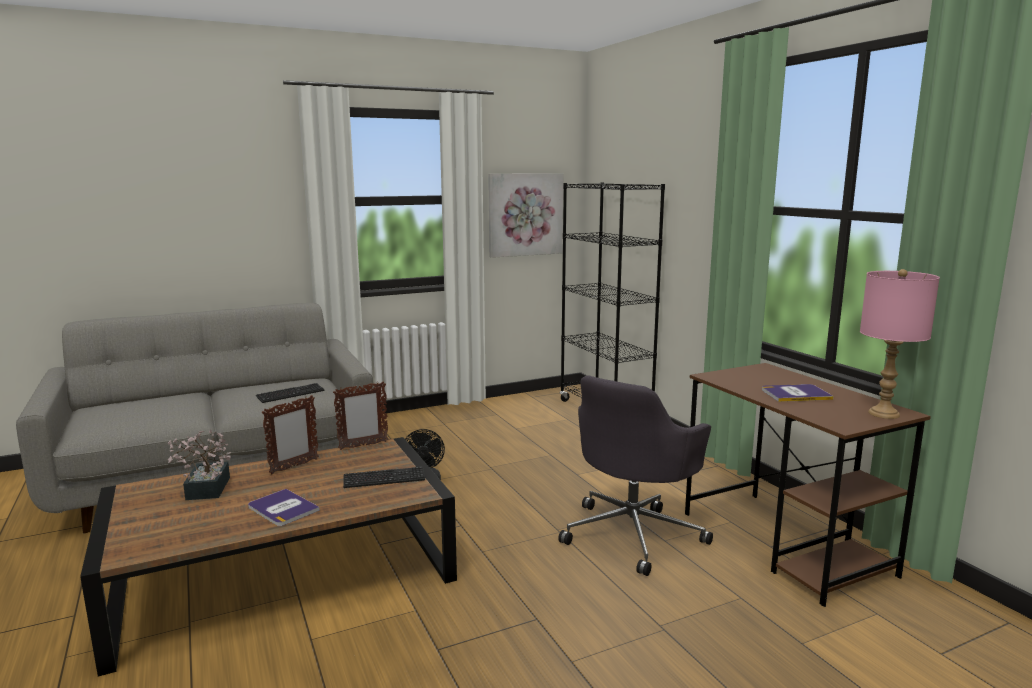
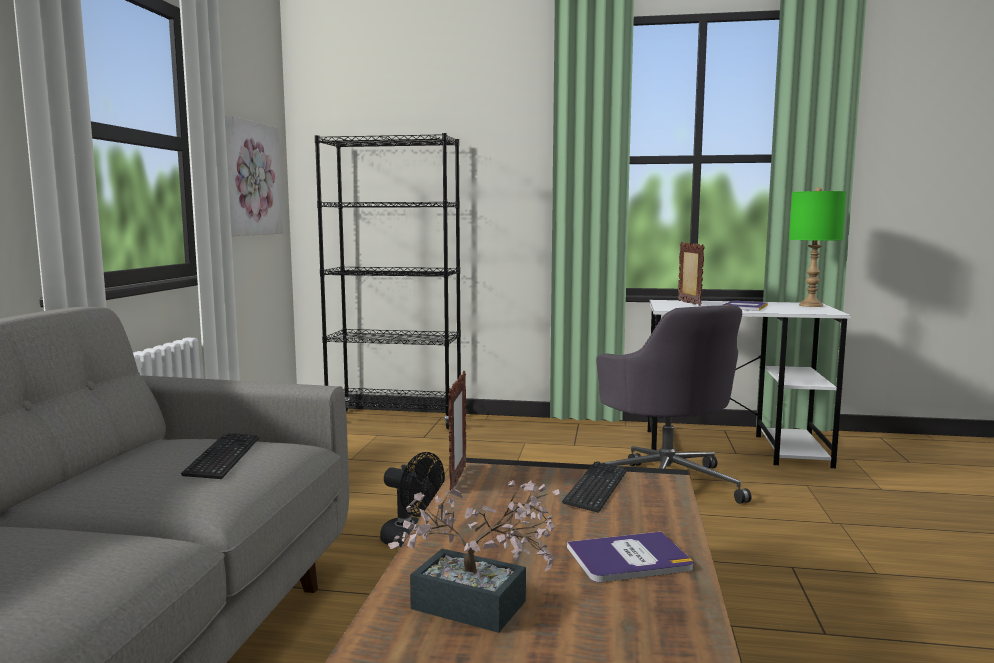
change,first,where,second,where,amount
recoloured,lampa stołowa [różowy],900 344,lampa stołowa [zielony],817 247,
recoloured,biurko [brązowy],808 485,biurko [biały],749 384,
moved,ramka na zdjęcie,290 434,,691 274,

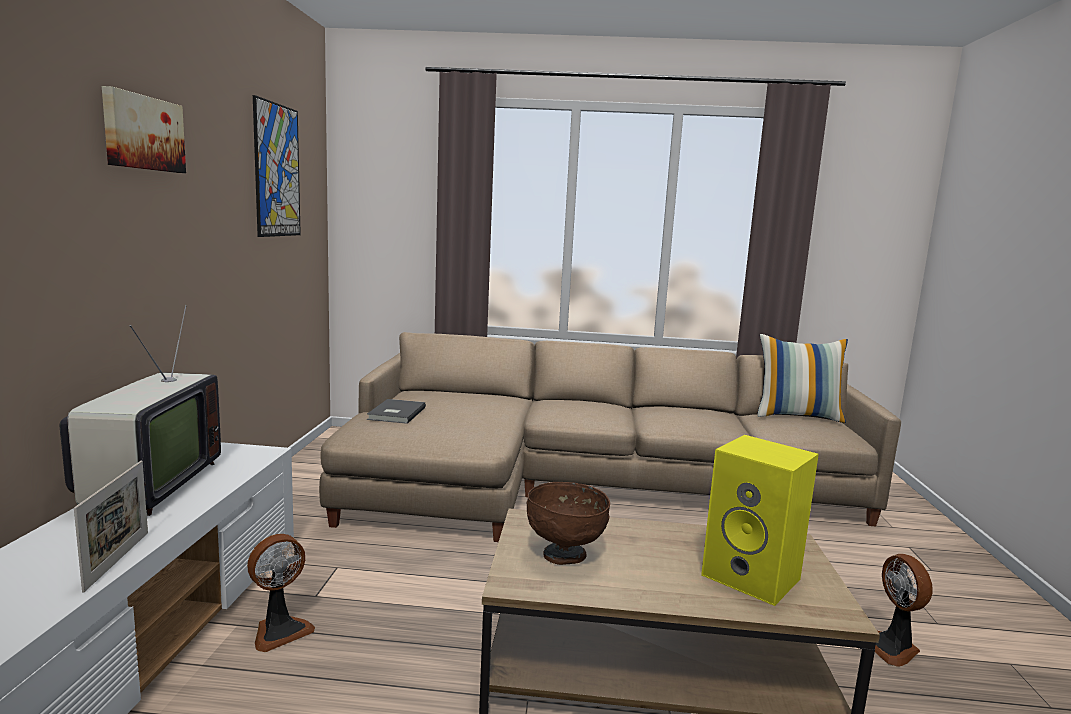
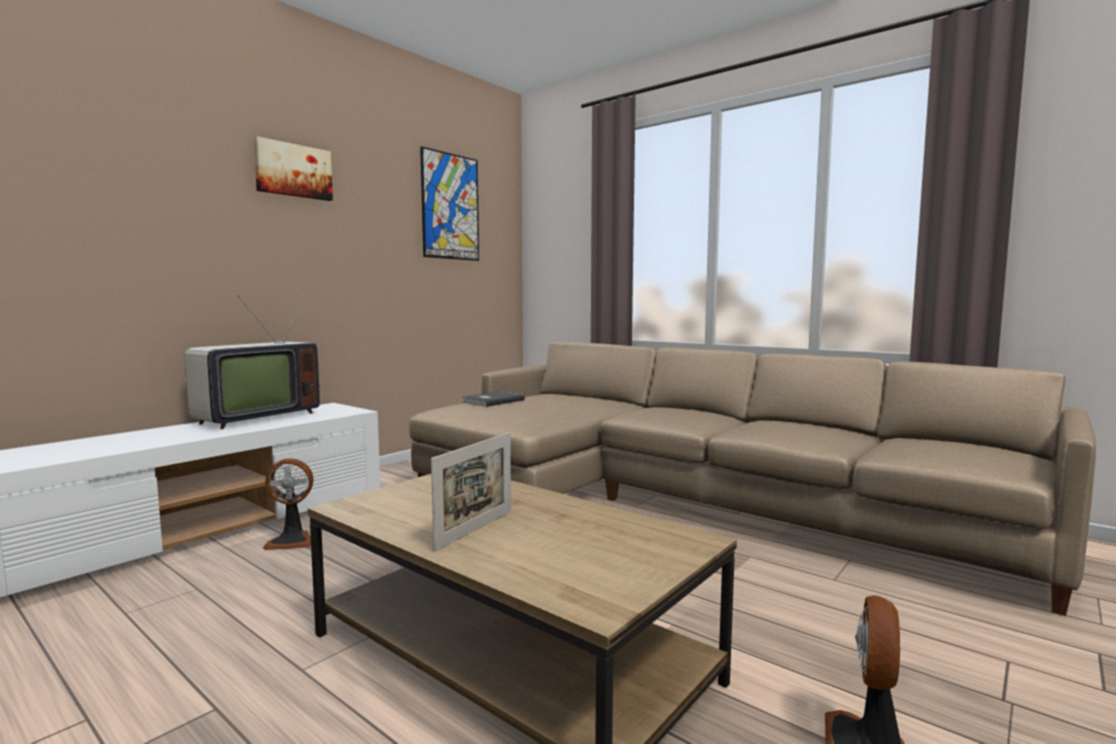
change,first,where,second,where,amount
removed,poduszka,802 378,,,
removed,głośnik [żółty],760 520,,,
moved,ramka na zdjęcie,111 527,,471 492,
removed,miska [brązowy],568 523,,,

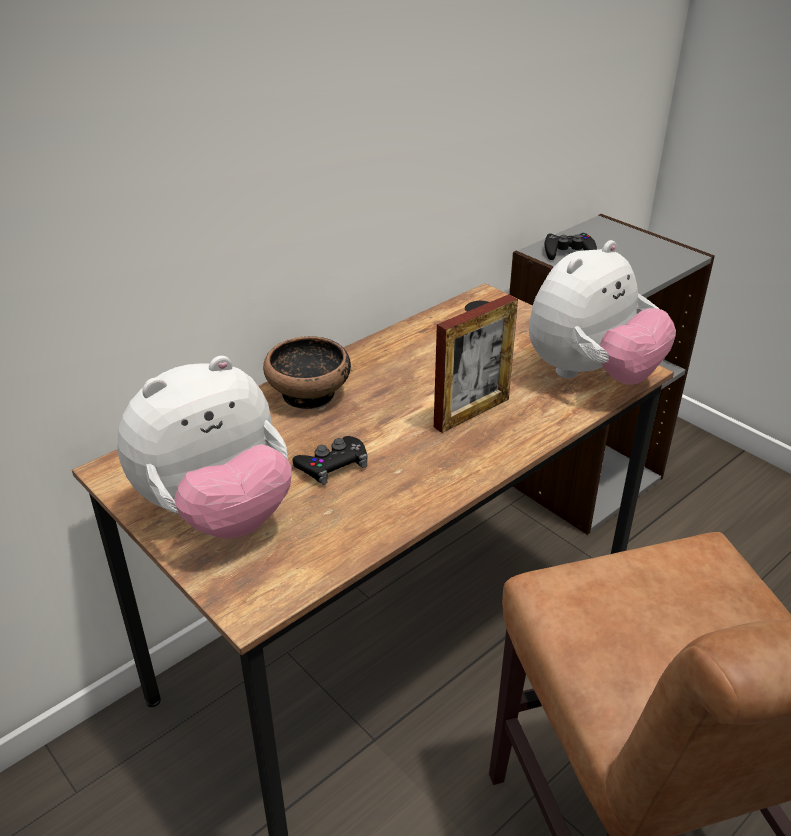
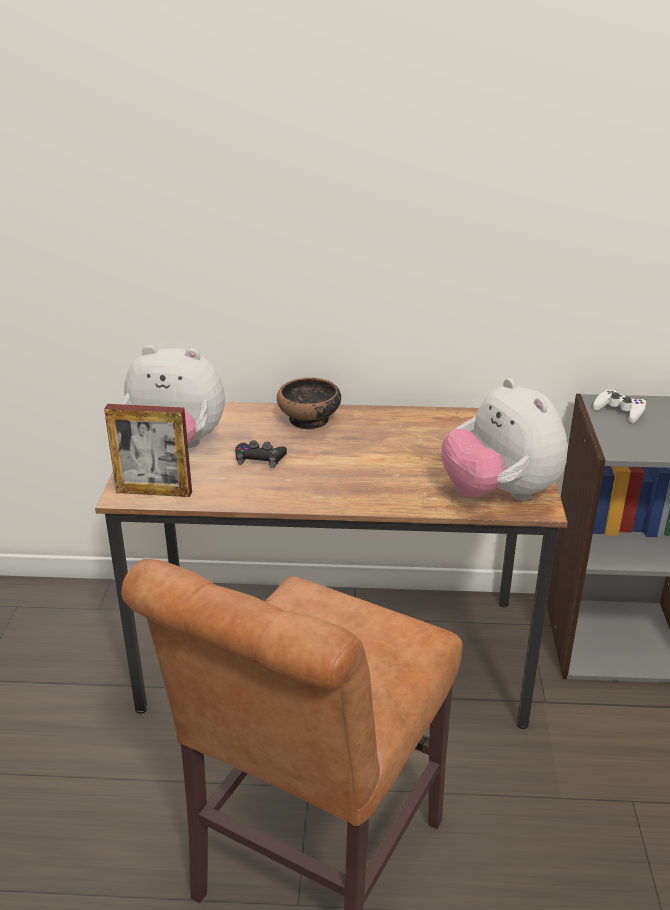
change,first,where,second,where,amount
recoloured,pad do gier [czarny],570 246,pad do gier [biały],619 406,
turned,pluszak,602 312,,504 439,60 degrees clockwise
moved,ramka na zdjęcie,476 363,,148 450,

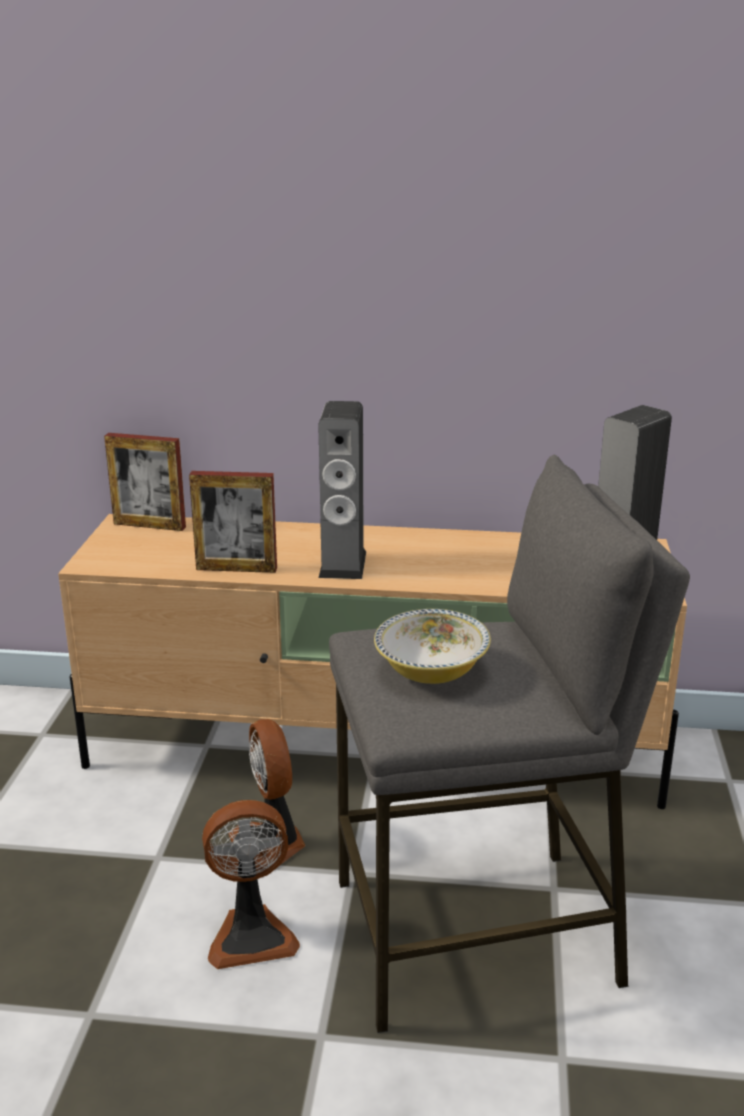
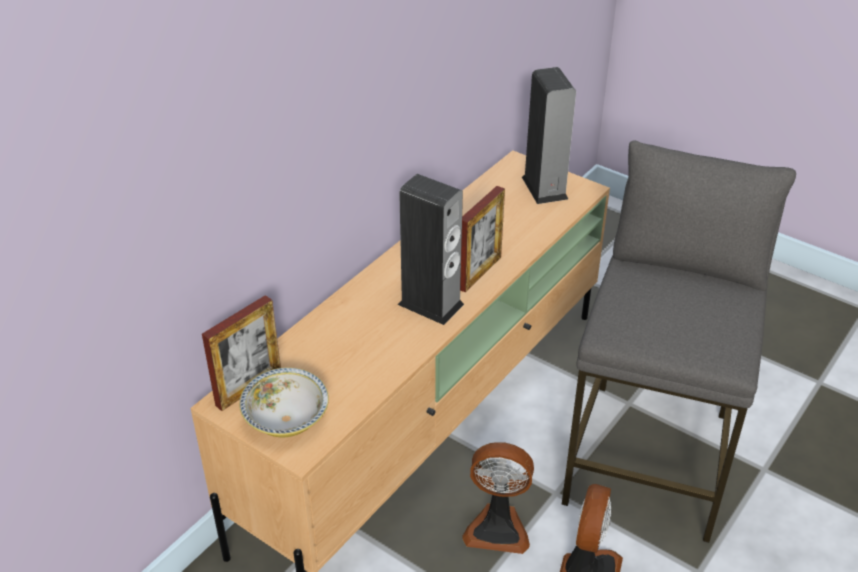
change,first,where,second,where,amount
moved,ramka na zdjęcie,233 522,,482 239,
moved,miska,432 646,,284 402,

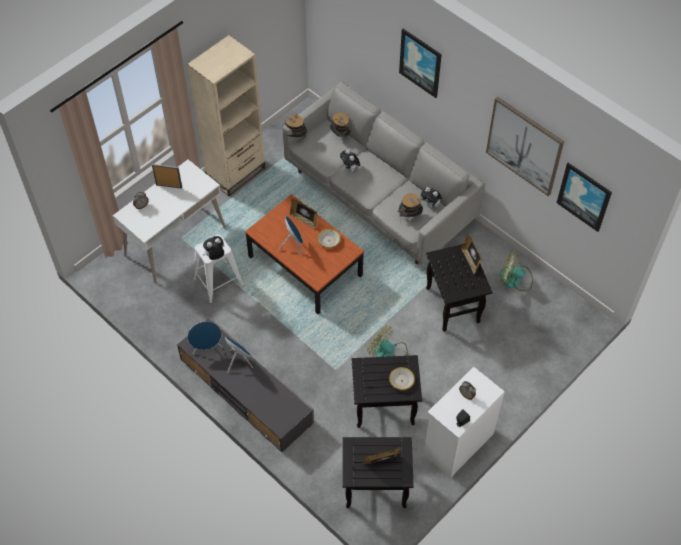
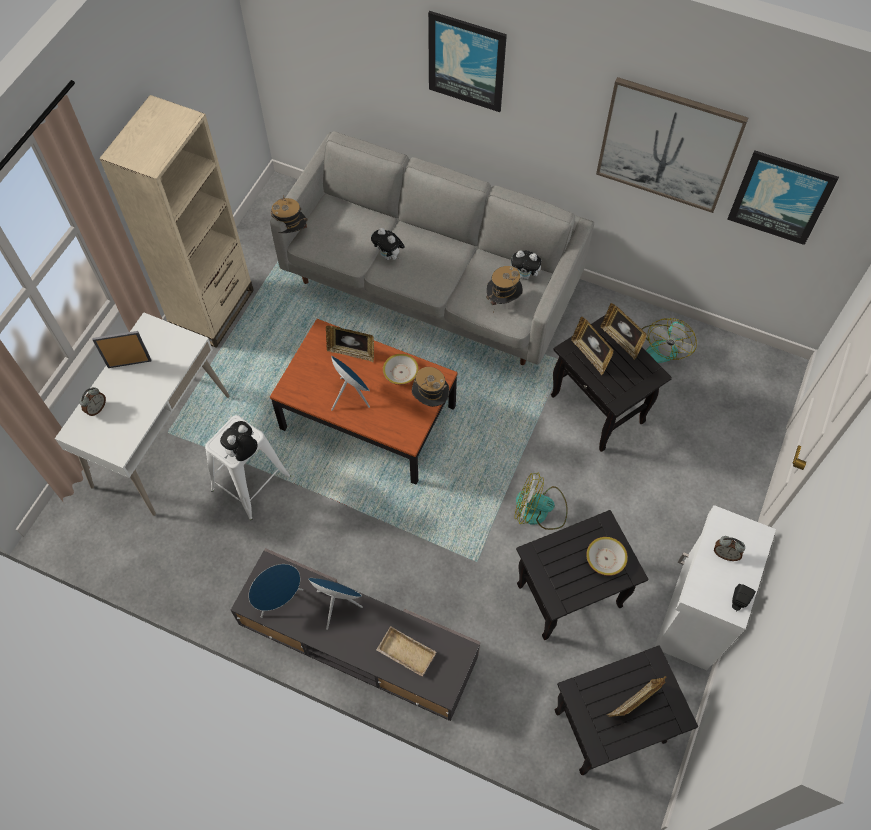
change,first,where,second,where,amount
moved,kapelusz,340 124,,430 387,
turned,wentylator,516 271,,669 340,60 degrees counterclockwise
added,,,ramka na zdjęcie,592 346,
added,,,taca [beżowy],406 651,

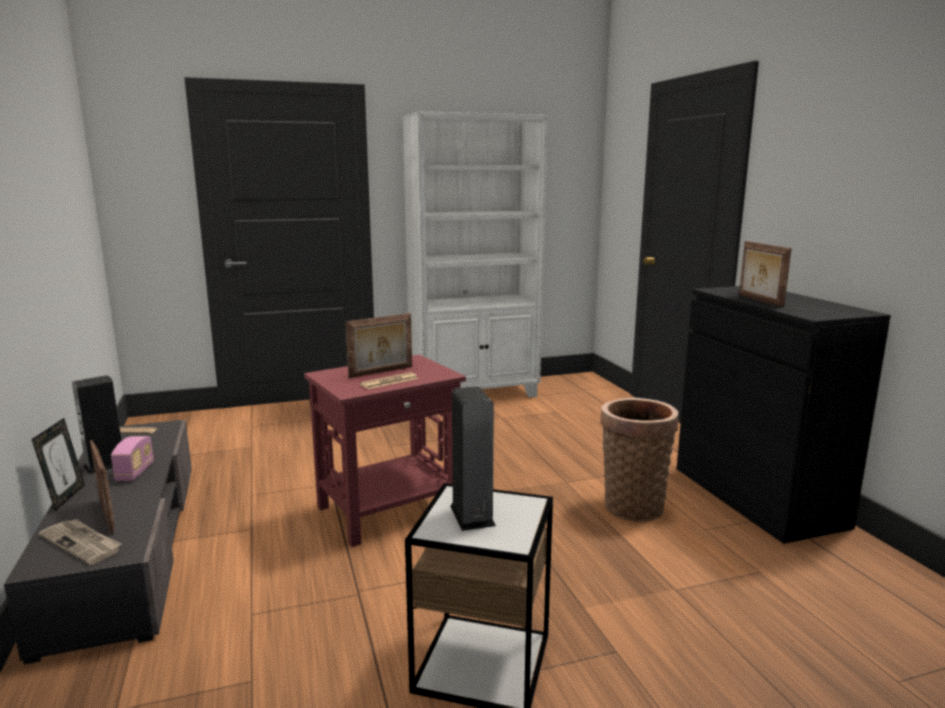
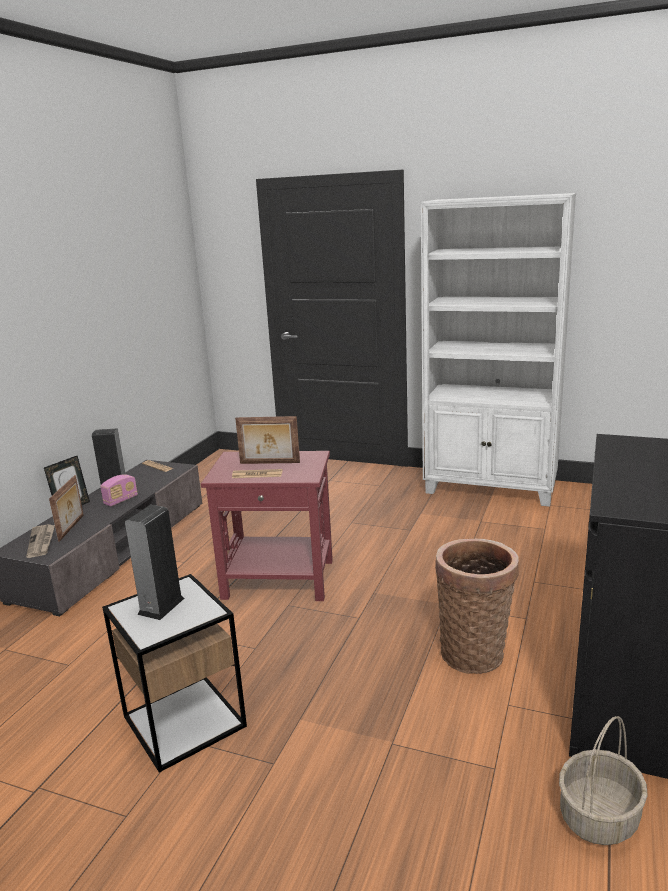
change,first,where,second,where,amount
removed,ramka na zdjęcie,765 274,,,
added,,,koszyk,603 780,

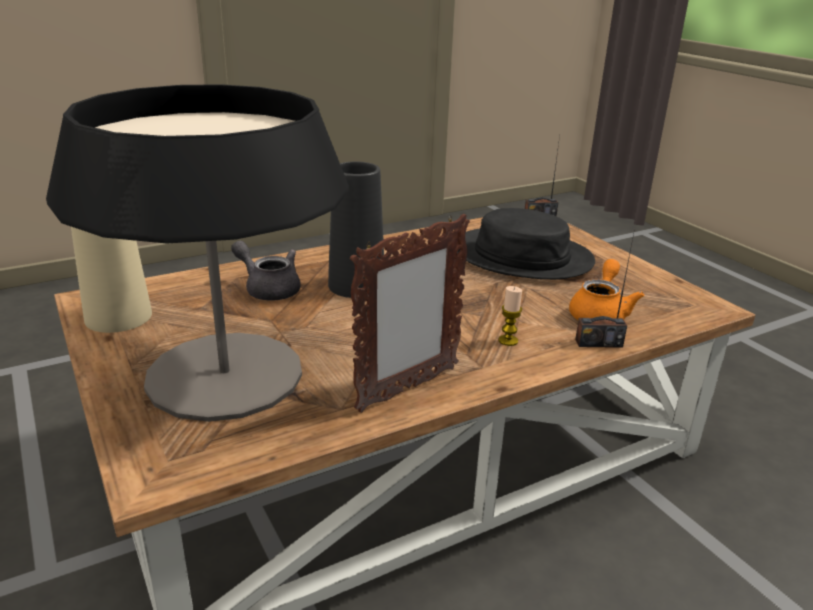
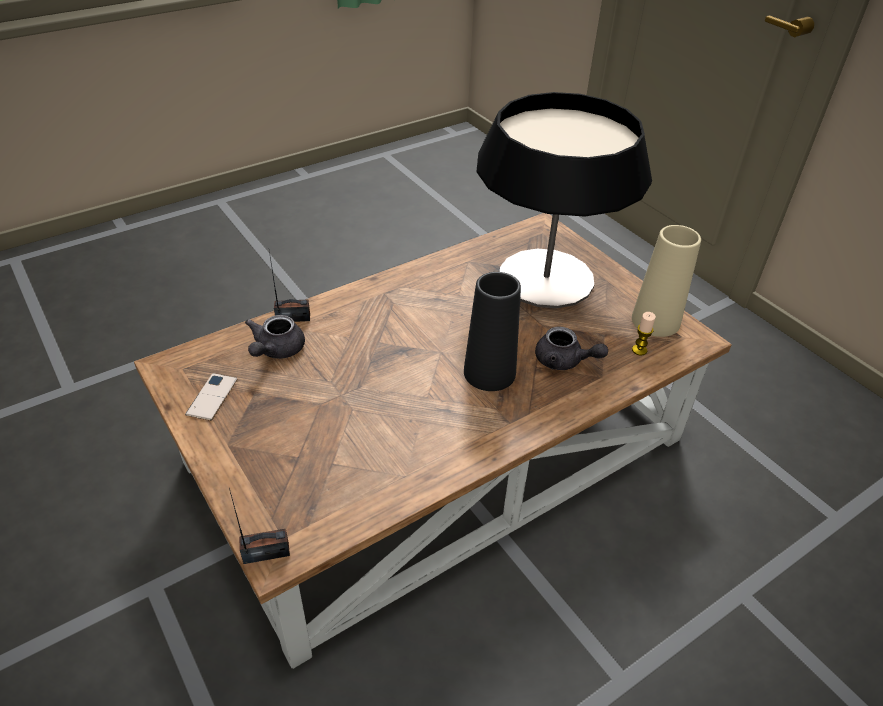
change,first,where,second,where,amount
removed,kapelusz [czarny],526 244,,,
removed,ramka na zdjęcie,410 313,,,
recoloured,imbryk [pomarańczowy],606 289,imbryk [szary],275 337,
moved,świeca,510 316,,644 334,
added,,,telefon,211 397,

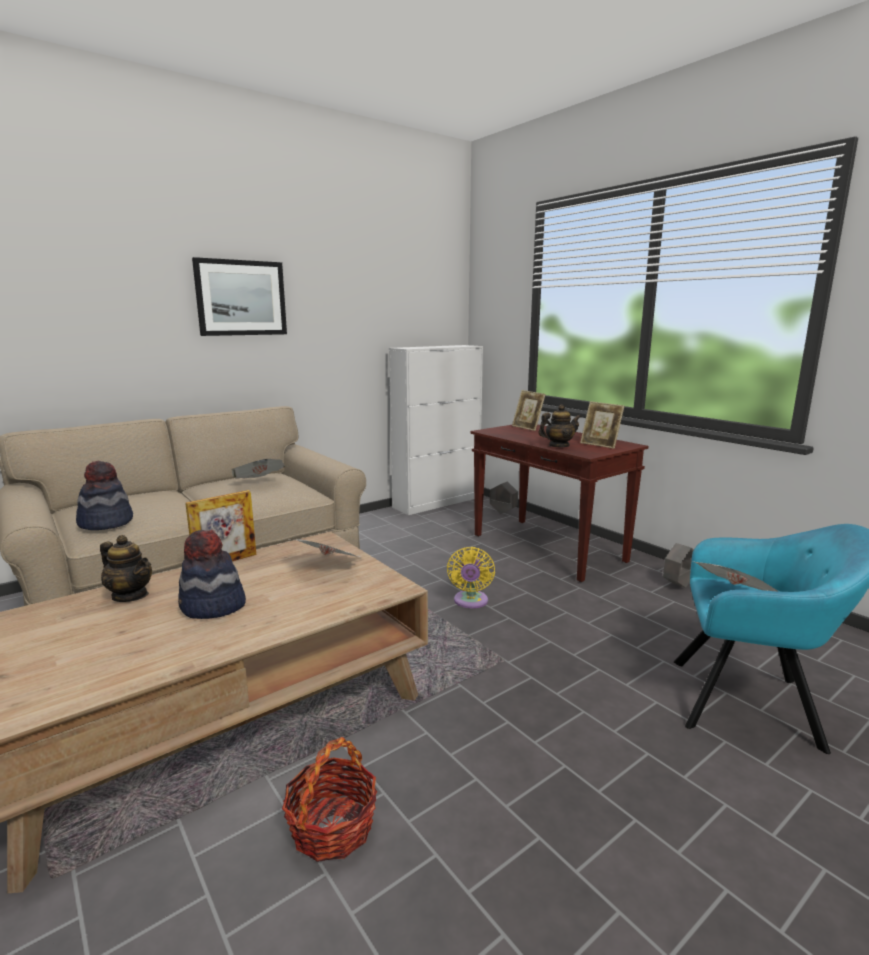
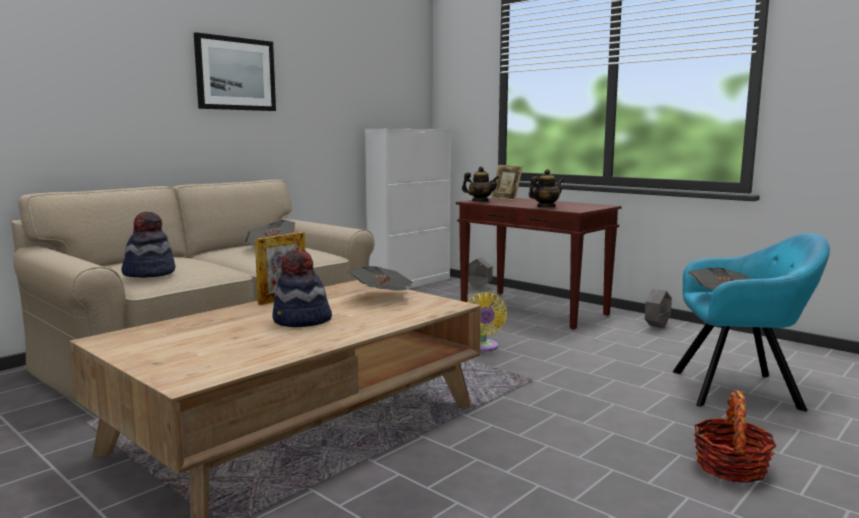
change,first,where,second,where,amount
removed,ramka na zdjęcie,602 425,,,
moved,imbryk,126 568,,480 183,
moved,koszyk,329 799,,734 436,

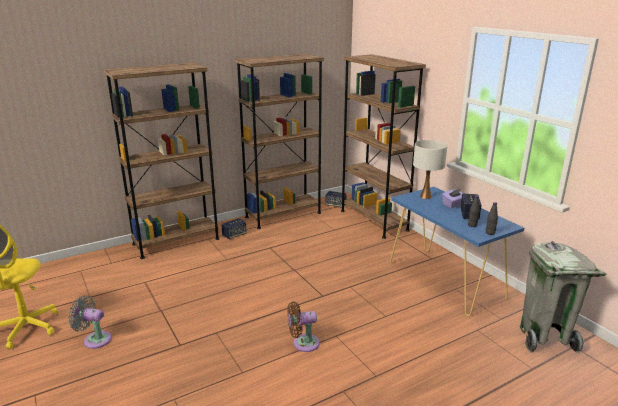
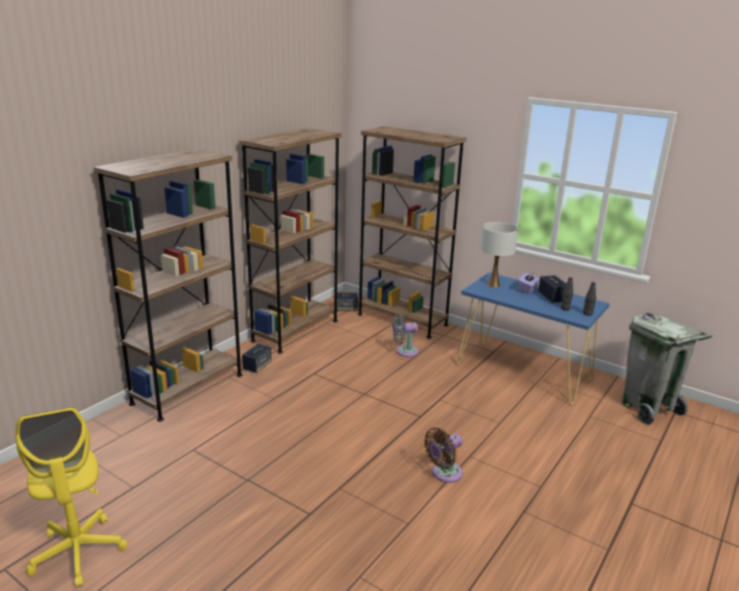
change,first,where,second,where,amount
moved,wentylator [szary],90 322,,405 335,

